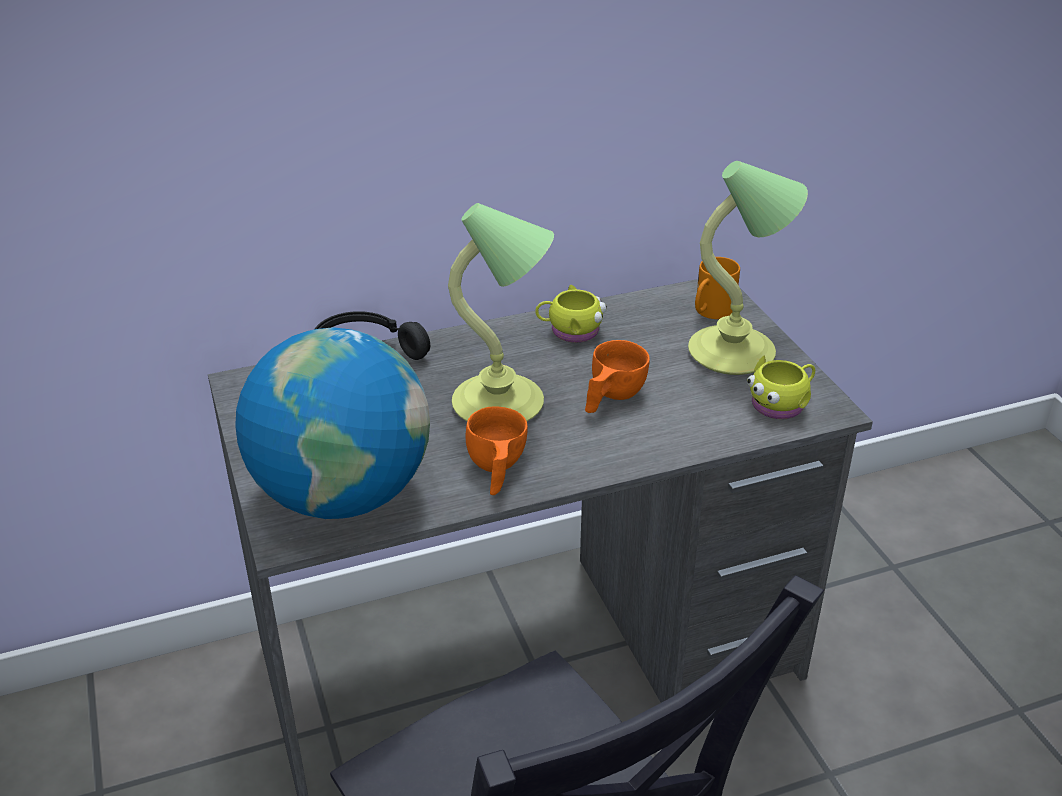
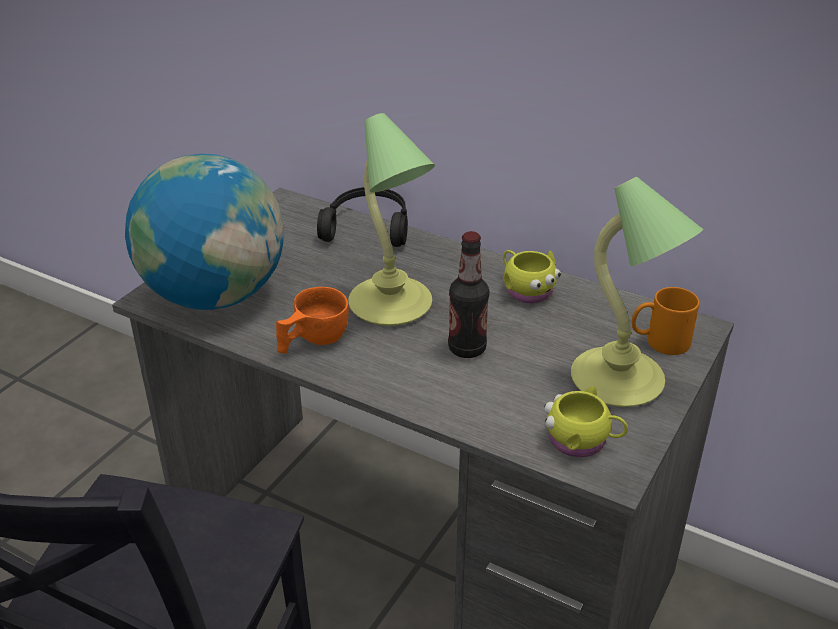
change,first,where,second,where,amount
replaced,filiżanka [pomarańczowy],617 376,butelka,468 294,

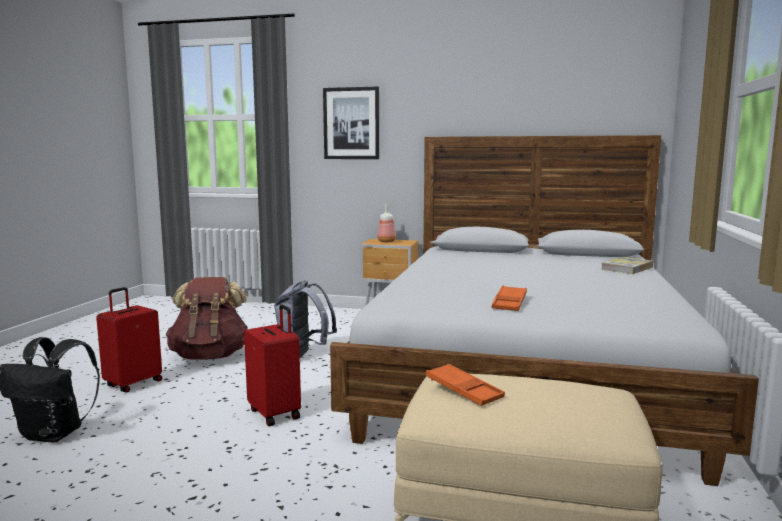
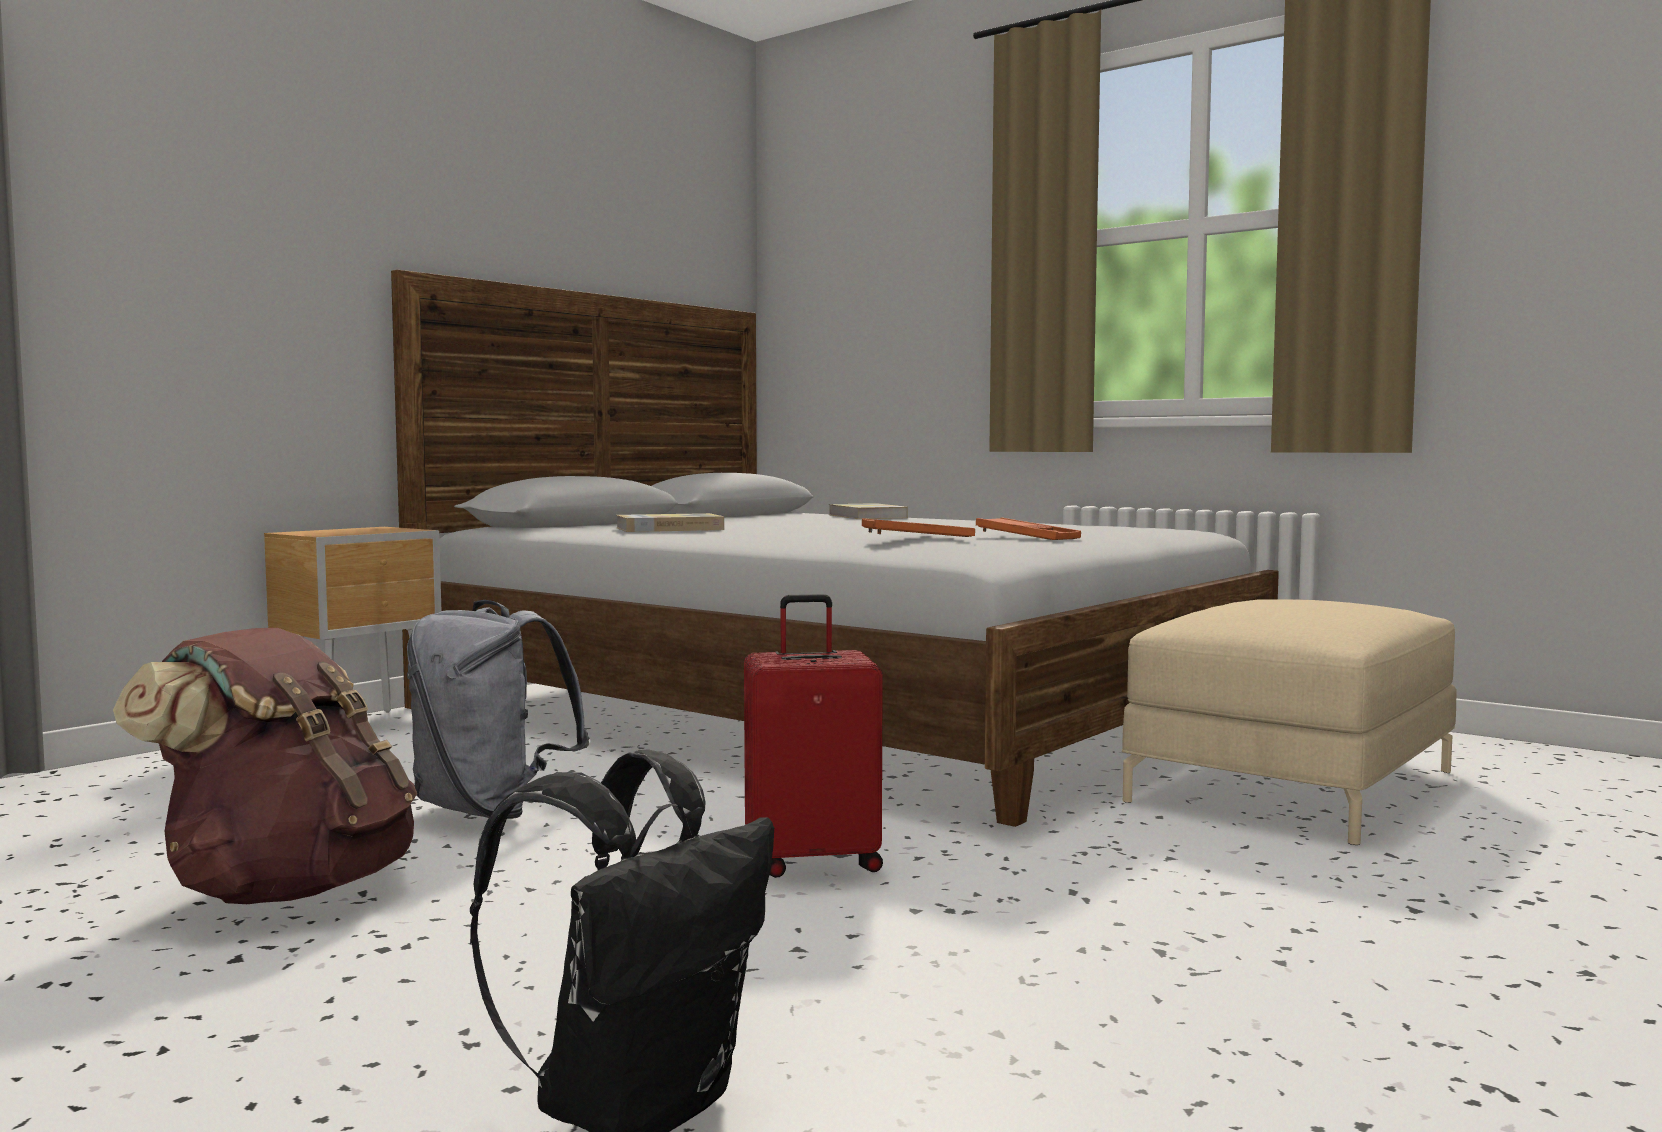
change,first,where,second,where,amount
removed,obraz,351 123,,,
removed,butelka,387 223,,,
removed,walizka [czerwony],129 339,,,
moved,taca [pomarańczowy],465 385,,918 527,
added,,,książka,670 522,

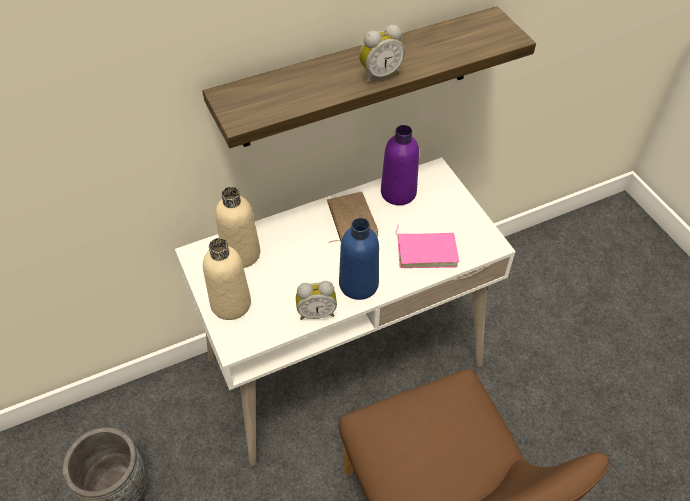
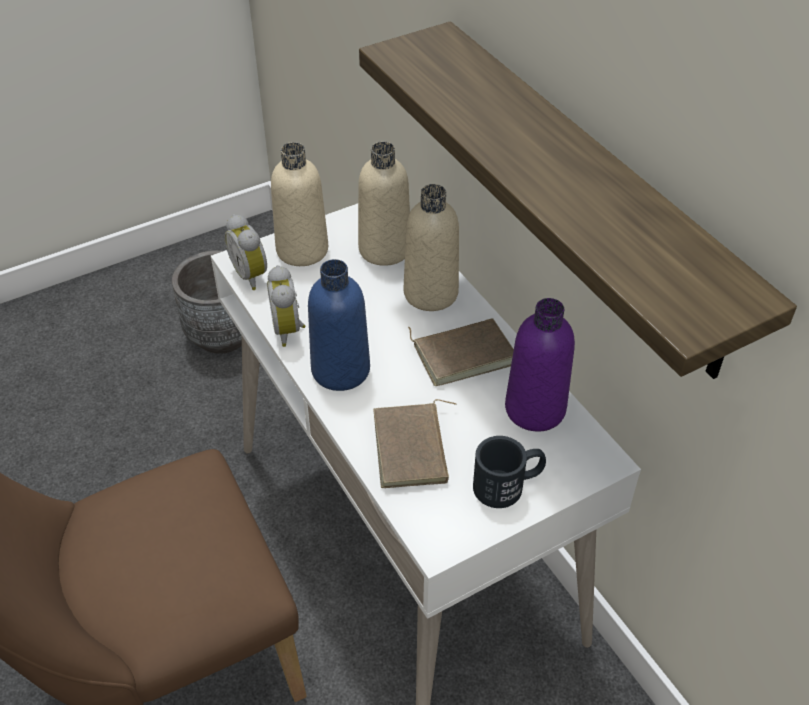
change,first,where,second,where,amount
moved,budzik,382 54,,246 252,
recoloured,książka [różowy],427 246,książka [brązowy],414 443,
added,,,butelka [beżowy],431 247,
added,,,kubek [czarny],509 472,

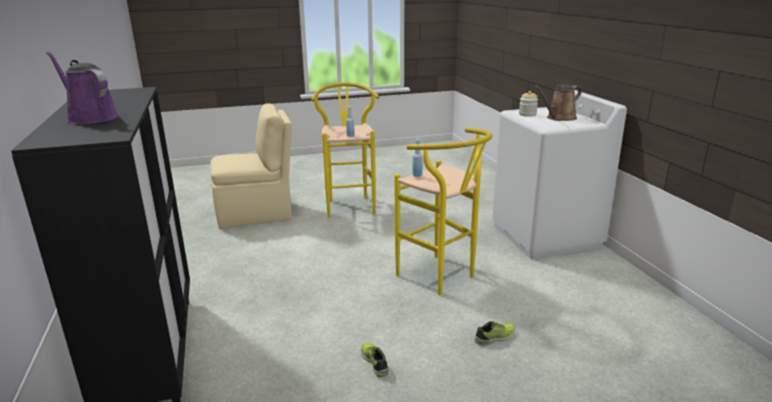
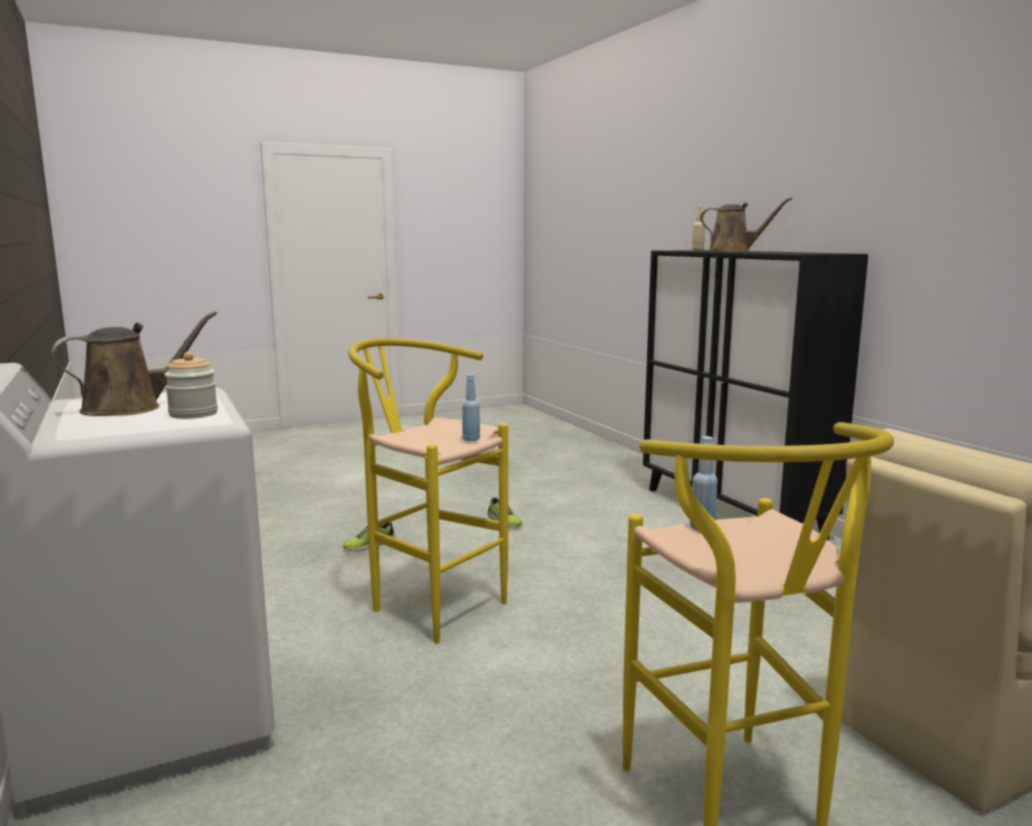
change,first,where,second,where,amount
recoloured,konewka [fioletowy],82 87,konewka [brązowy],746 224,
added,,,butelka [beżowy],698 227,

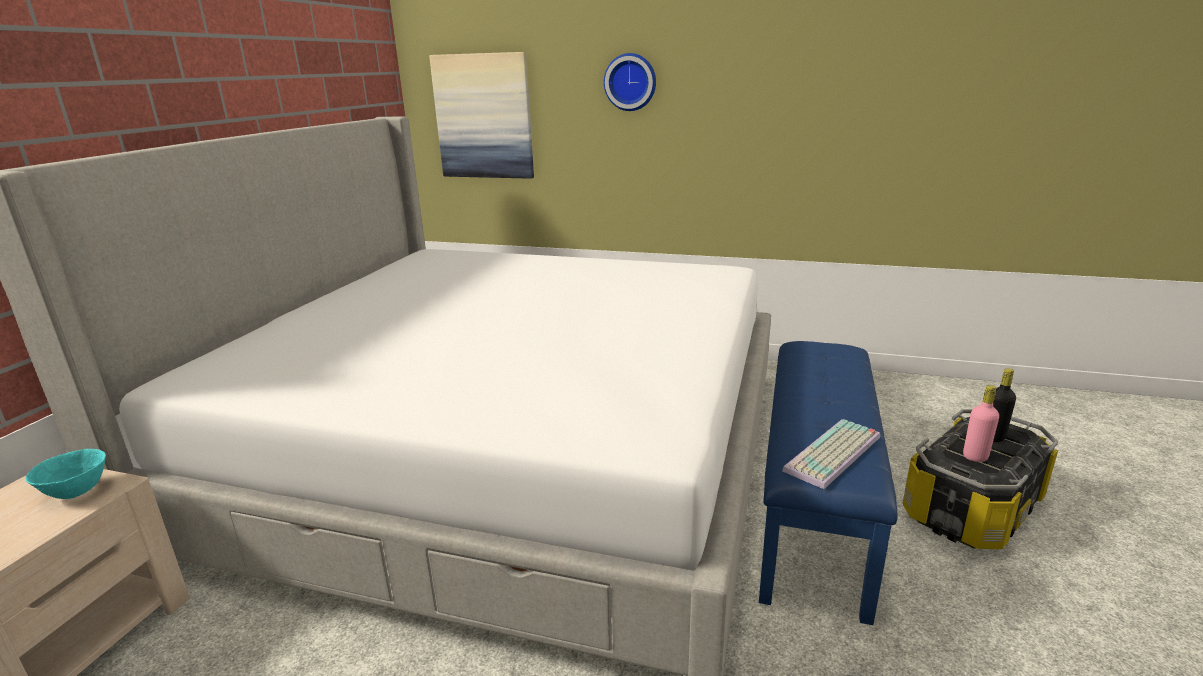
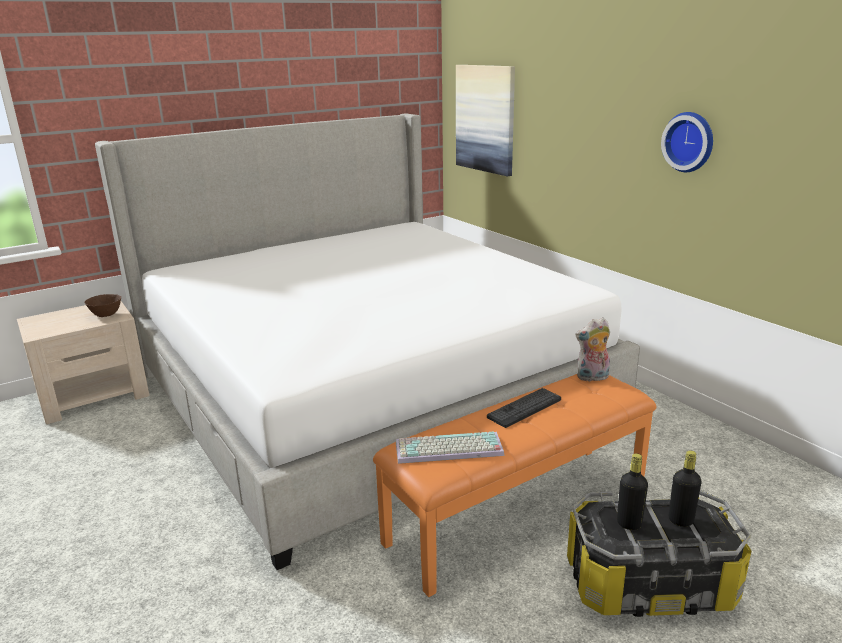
change,first,where,second,where,amount
moved,zegar ścienny,630 82,,687 142,
recoloured,ławka [niebieski],828 483,ławka [pomarańczowy],515 485,
recoloured,butelka [różowy],981 423,butelka [czarny],632 491,
recoloured,miska [turkusowy],65 474,miska [brązowy],102 305,
added,,,pluszak,592 349,
added,,,klawiatura,524 408,

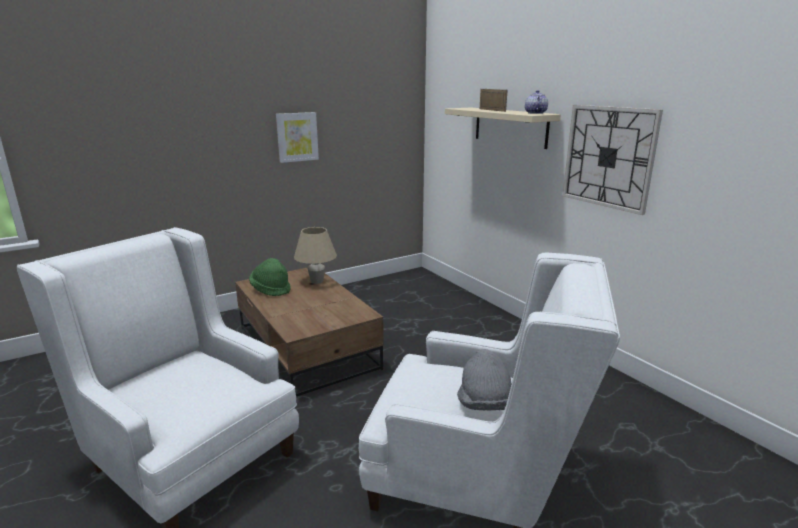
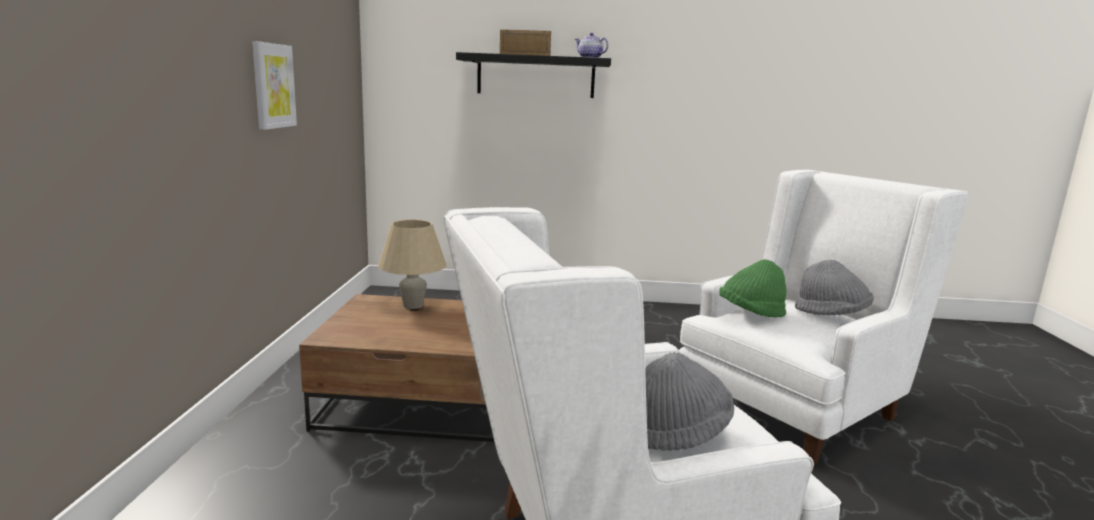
change,first,where,second,where,amount
removed,zegar ścienny,613 160,,,
recoloured,półka [beżowy],503 128,półka [czarny],533 75,
moved,kapelusz [zielony],270 277,,753 288,
added,,,kapelusz [szary],689 401,

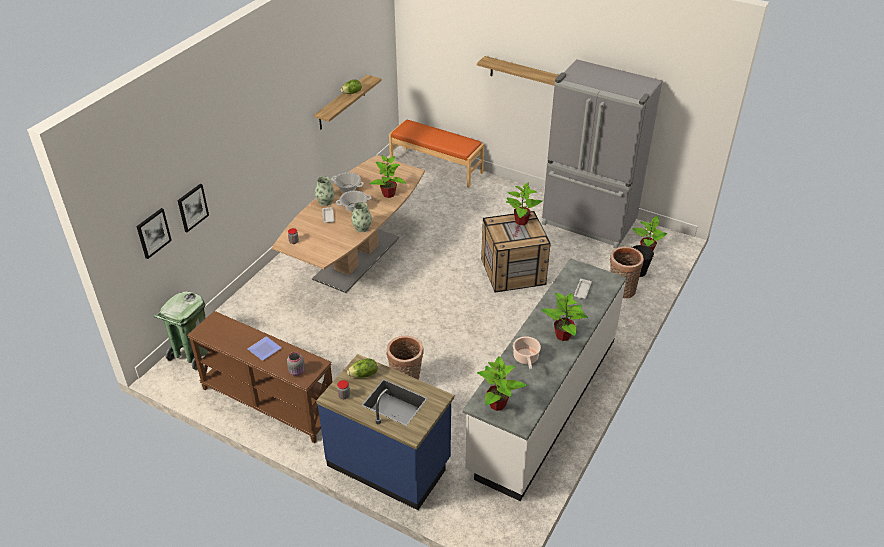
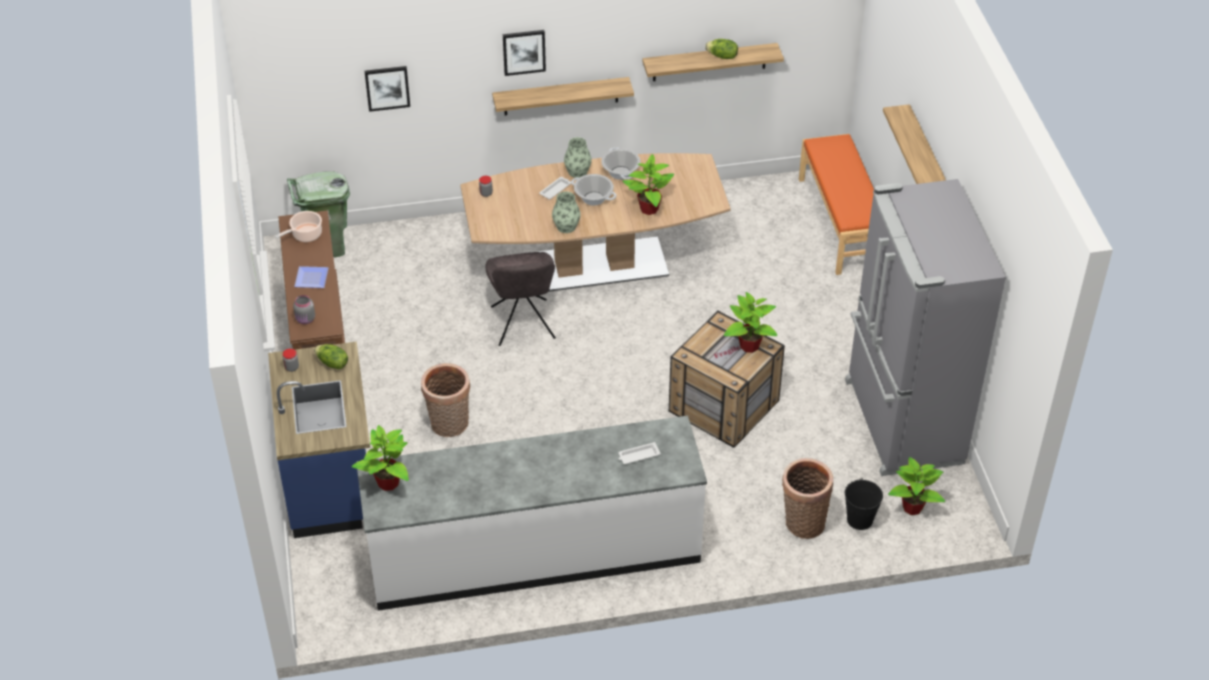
change,first,where,second,where,amount
moved,obraz,154 233,,524 53,
removed,roślina doniczkowa,564 317,,,
moved,garnek,527 352,,298 226,
added,,,półka,563 96,
added,,,krzesło [szary],520 299,

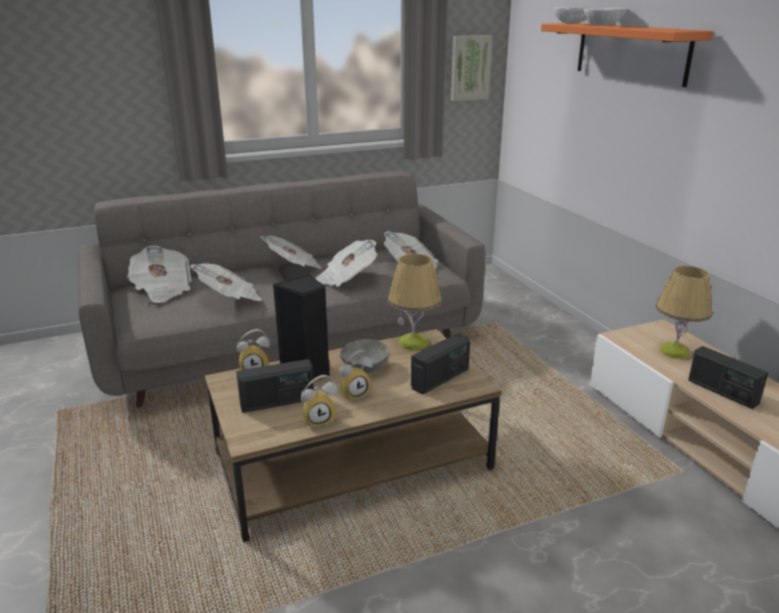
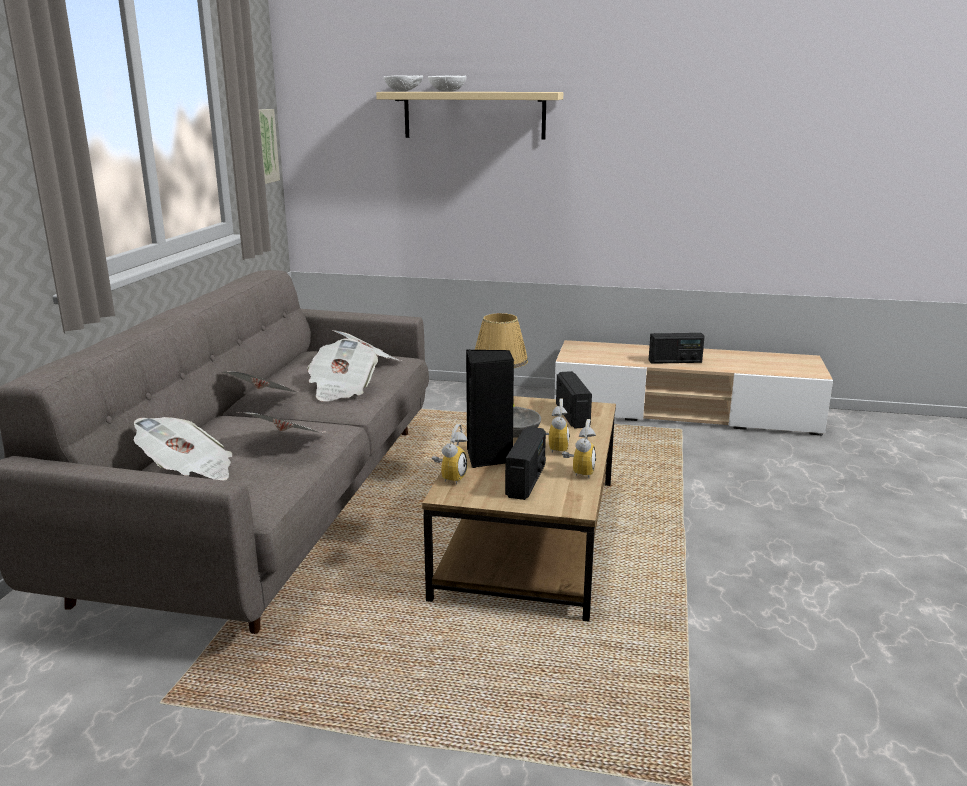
change,first,where,second,where,amount
recoloured,półka [pomarańczowy],627 55,półka [beżowy],469 115,
removed,lampa stołowa,683 312,,,

